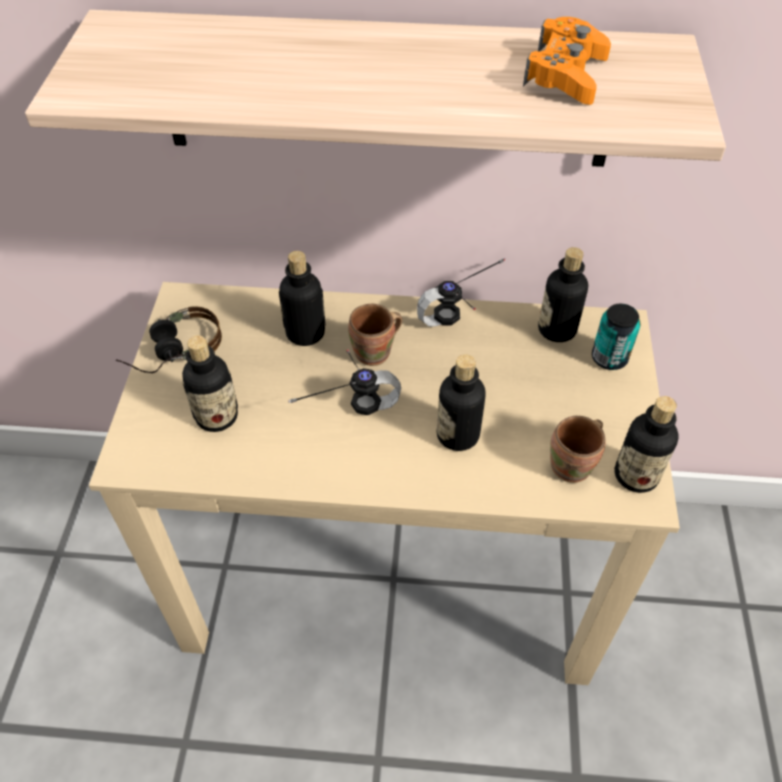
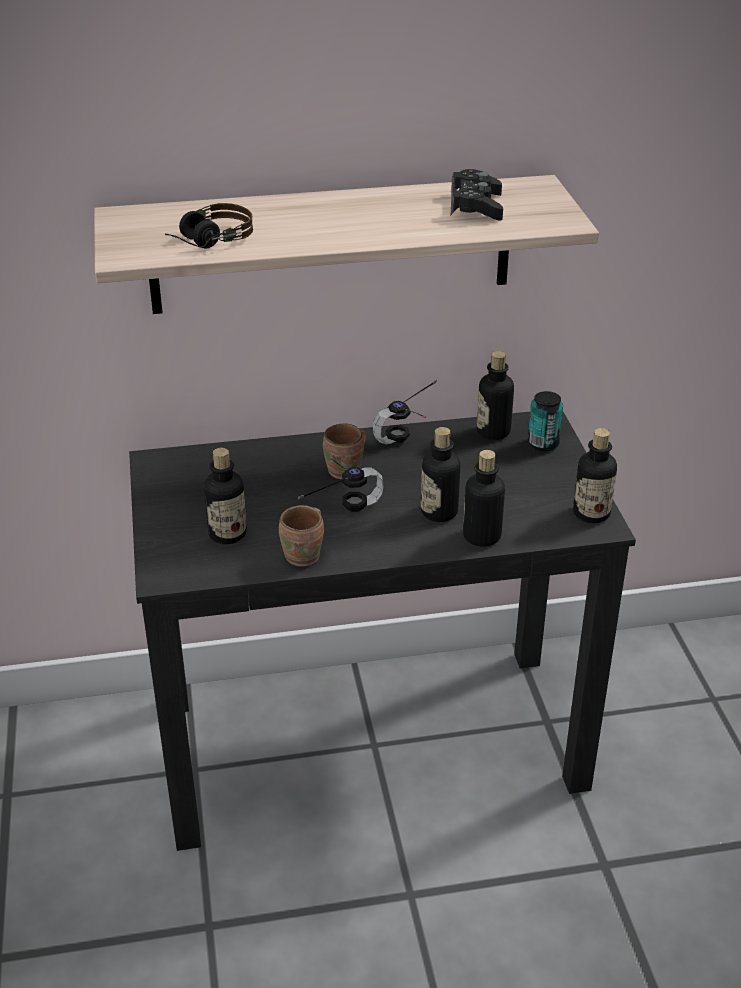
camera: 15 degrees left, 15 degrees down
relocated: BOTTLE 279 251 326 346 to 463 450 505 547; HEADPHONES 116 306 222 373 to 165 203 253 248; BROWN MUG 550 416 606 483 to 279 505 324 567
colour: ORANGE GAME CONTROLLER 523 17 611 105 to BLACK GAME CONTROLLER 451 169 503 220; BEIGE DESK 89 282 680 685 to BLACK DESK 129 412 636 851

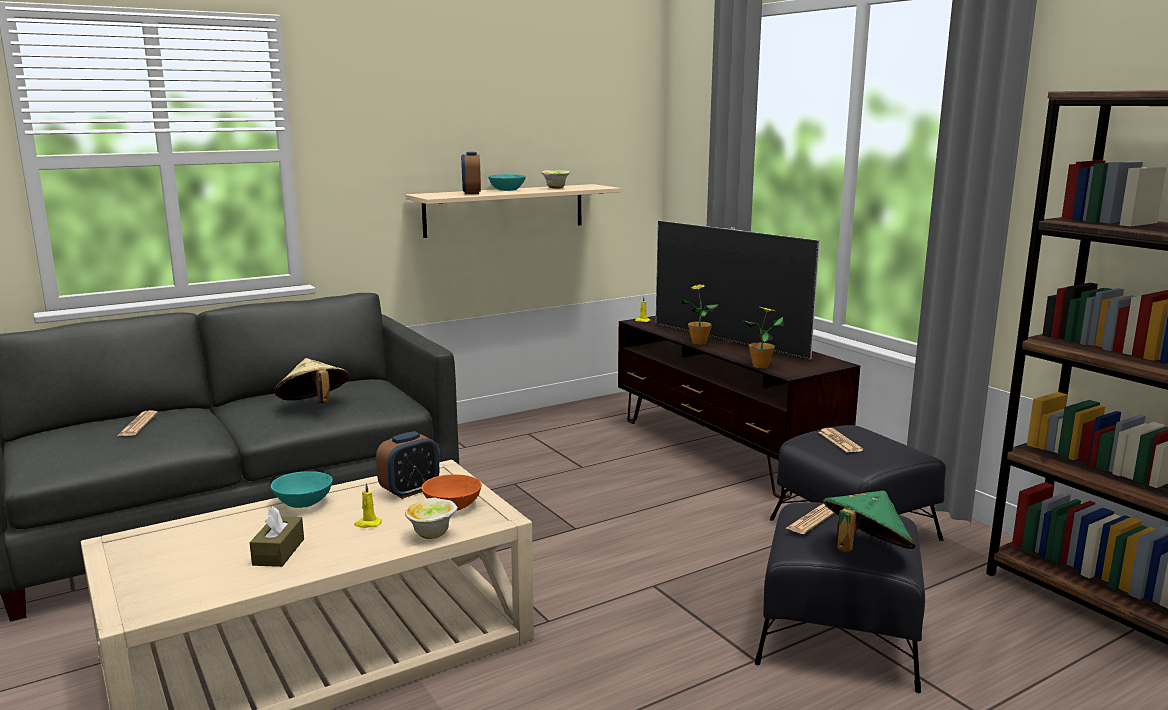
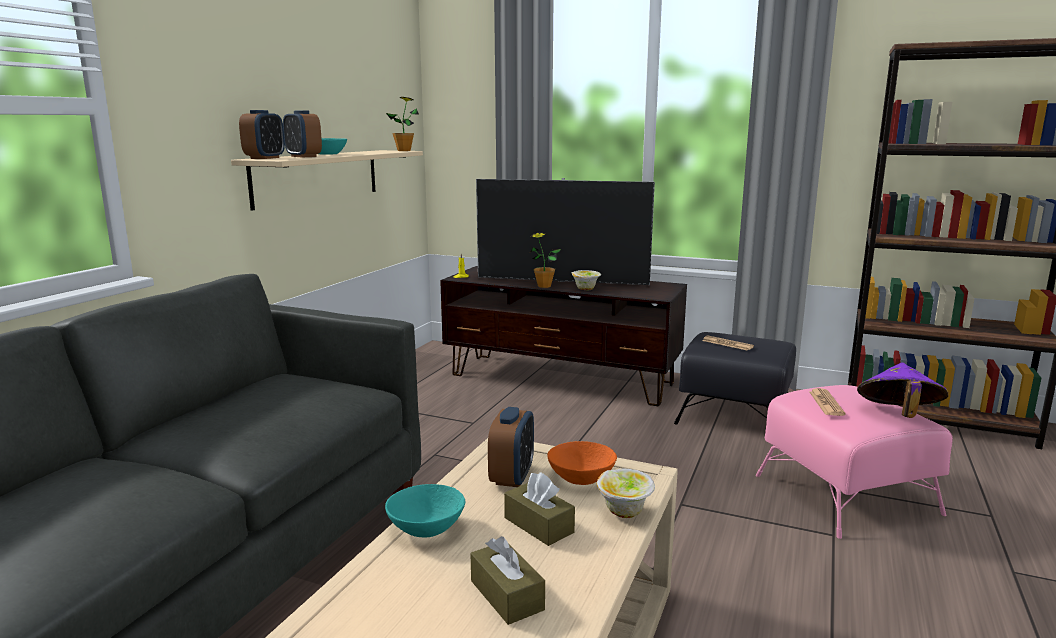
camera: 35 degrees left, 0 degrees up
missing: BEIGE HAT 274 358 349 403; NEWSPAPER 117 410 158 436
appeared: ALARM CLOCK 239 110 285 159
relocated: BOWL 542 170 570 189 to 572 270 601 291; POTTED PLANT 745 307 784 368 to 386 97 419 151
exchanged: YELLOW CANDLE 354 483 382 528 to BROWN TISSUE BOX 504 472 575 546
colour: GREEN HAT 823 491 916 552 to PURPLE HAT 857 363 949 418; BLACK OTTOMAN 755 502 925 693 to PINK OTTOMAN 755 385 953 539

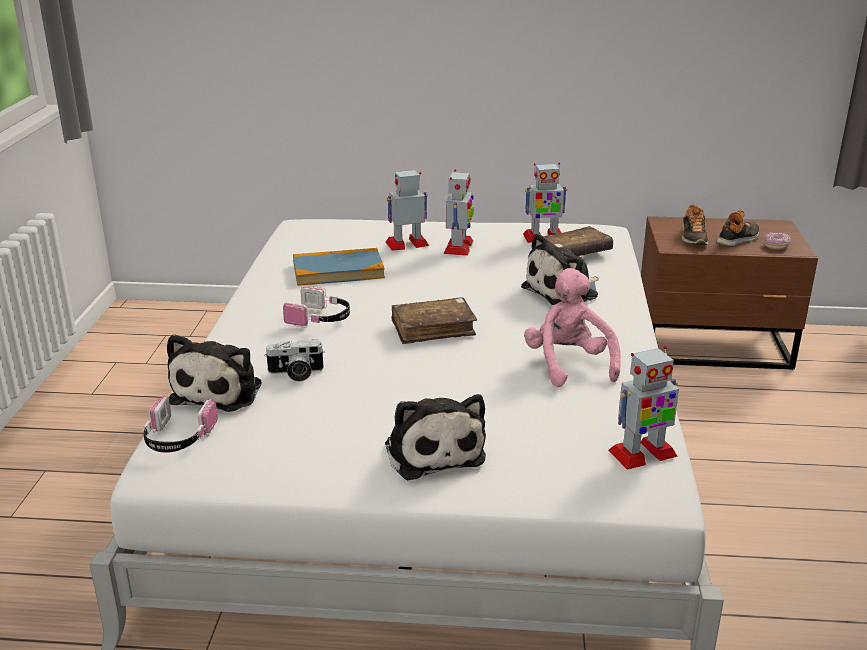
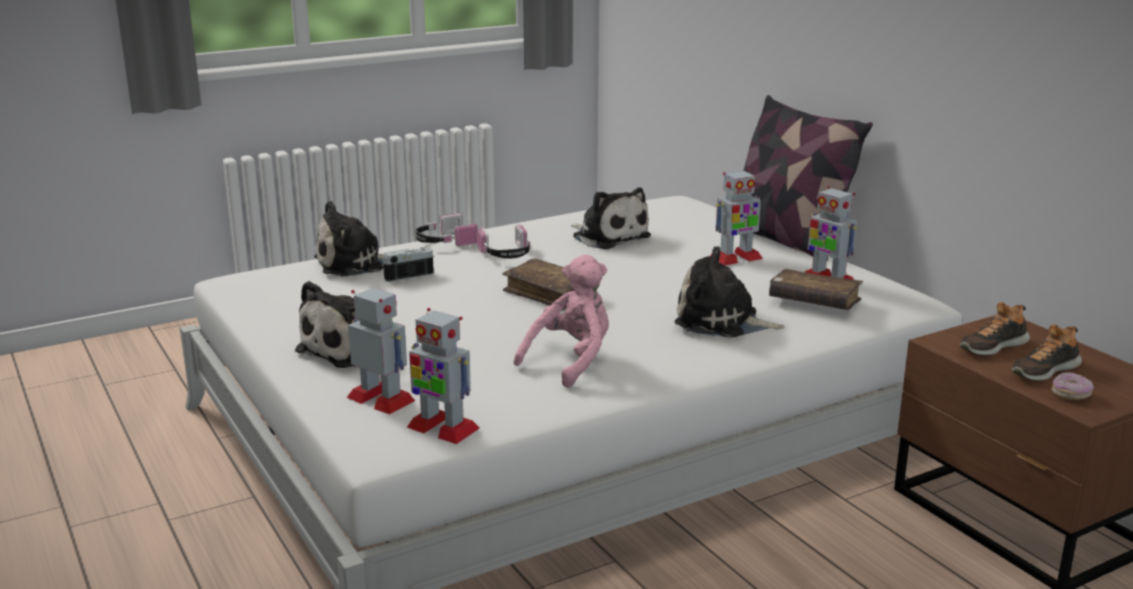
camera: 55 degrees right, 5 degrees down
appeared: PILLOW 743 95 873 261
relocated: TOY ROBOT 386 170 429 251 to 347 288 415 414; HEADPHONES 142 396 218 453 to 416 213 478 248
exchanged: BOOK 293 248 385 286 to PLUSH TOY 571 187 651 249
spun: SHOE 716 210 759 247 = 1012 324 1082 381 135 degrees clockwise; PHOTO CAMERA 264 339 325 381 = 382 247 435 282 105 degrees clockwise

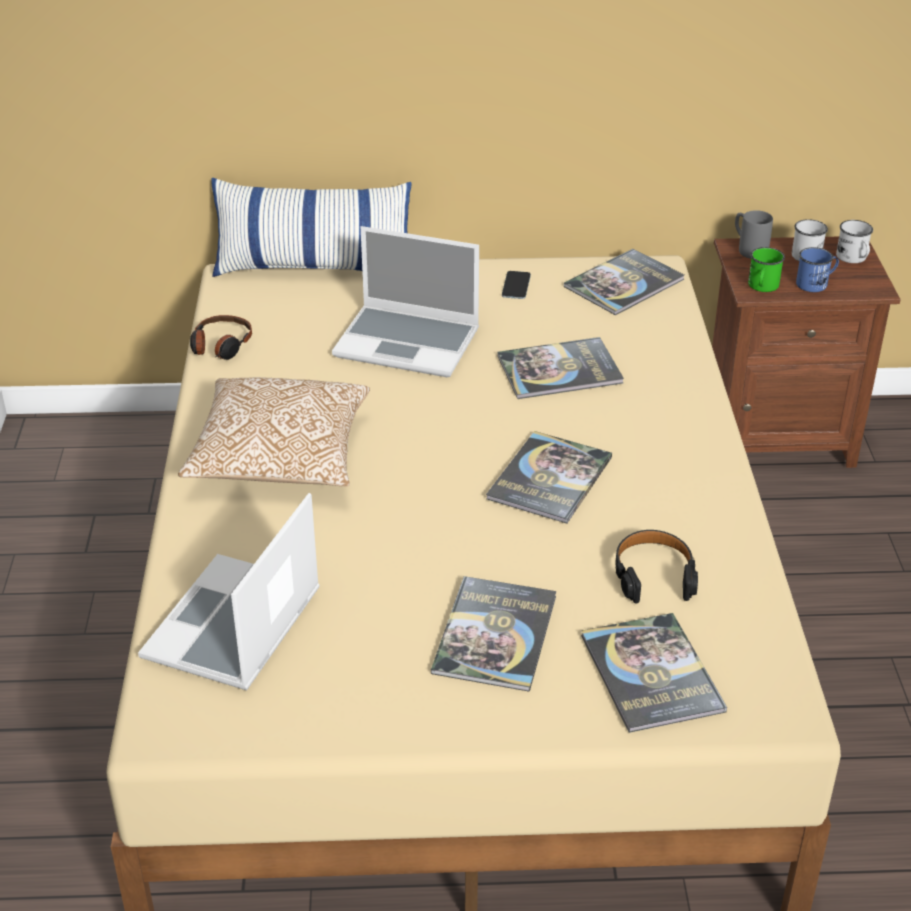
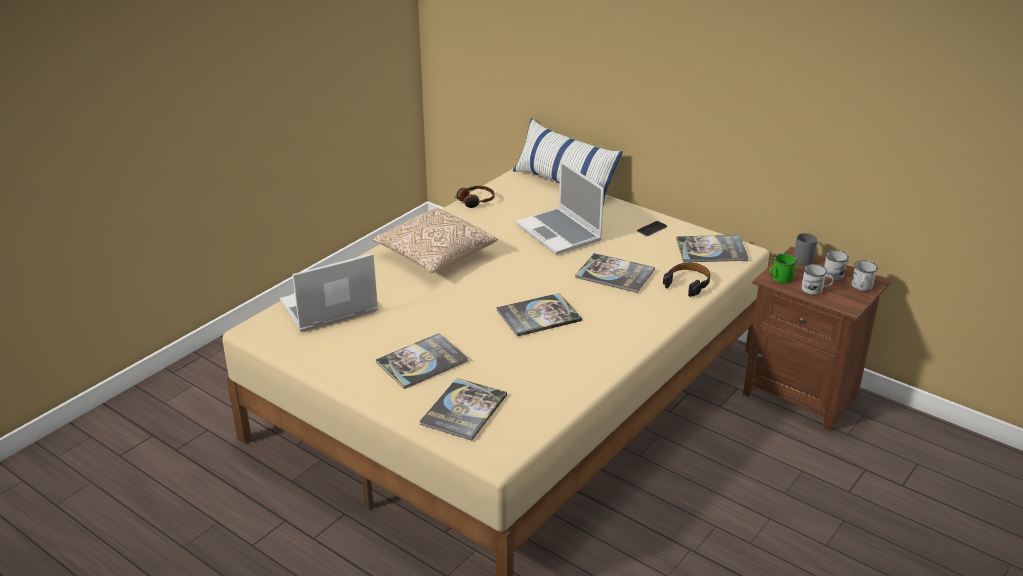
camera: 40 degrees right, 5 degrees down
relocated: BLACK HEADPHONES 615 530 698 603 to 663 263 710 297
colour: BLUE MUG 796 247 839 292 to WHITE MUG 801 264 834 295

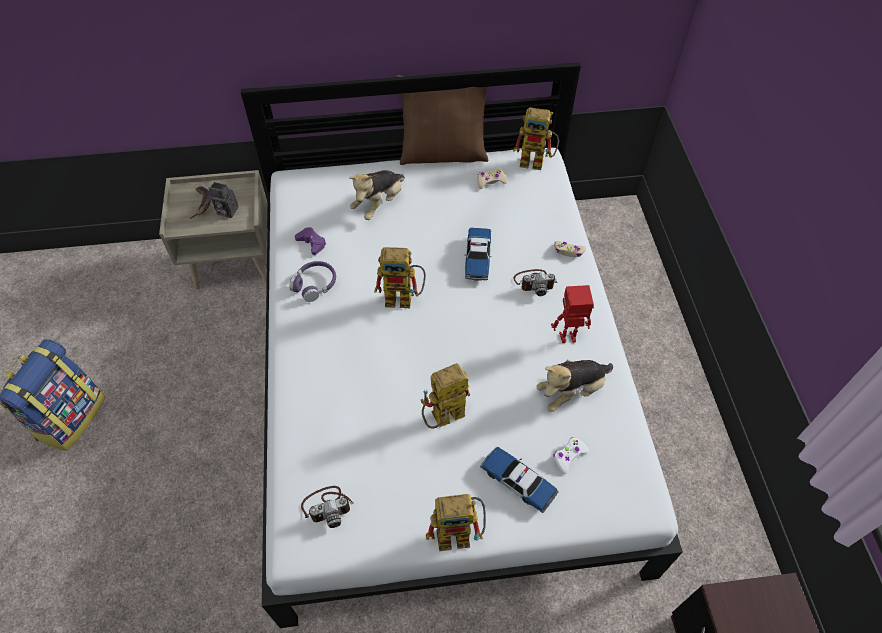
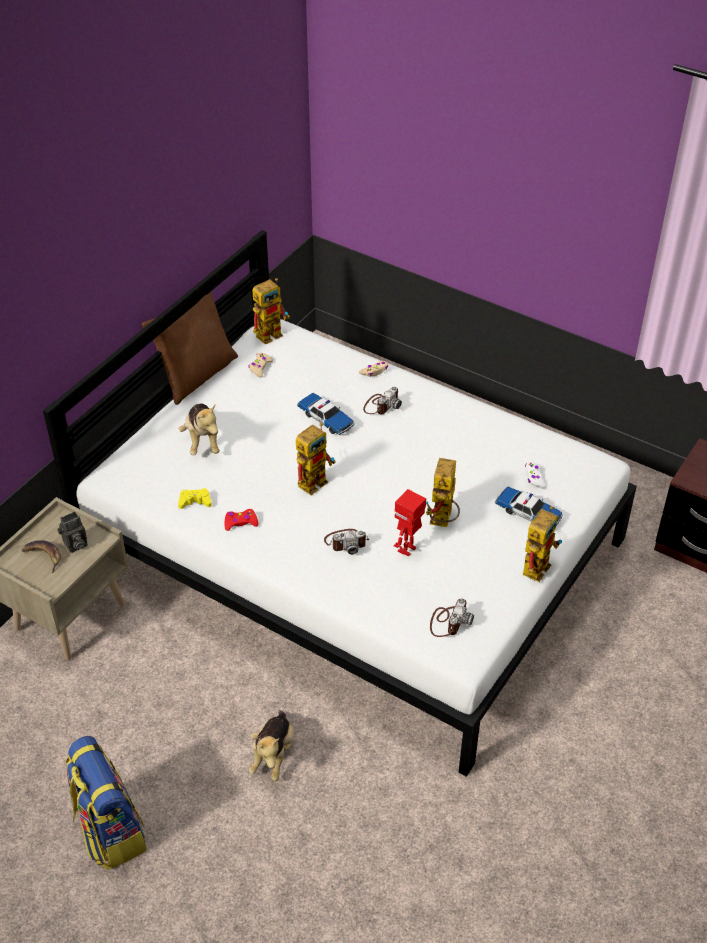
camera: 50 degrees left, 10 degrees down
appeared: PHOTO CAMERA 324 529 369 555
relocated: TOY ROBOT 551 285 594 343 to 394 489 426 556; PLUSH TOY 537 360 613 412 to 249 710 294 781
exchanged: PURPLE HEADPHONES 289 261 336 302 to RED GAME CONTROLLER 225 509 258 531
colour: PURPLE GAME CONTROLLER 295 227 326 255 to YELLOW GAME CONTROLLER 178 488 212 509
spun: TOY CAR 480 447 559 513 = 495 486 563 525 135 degrees counterclockwise

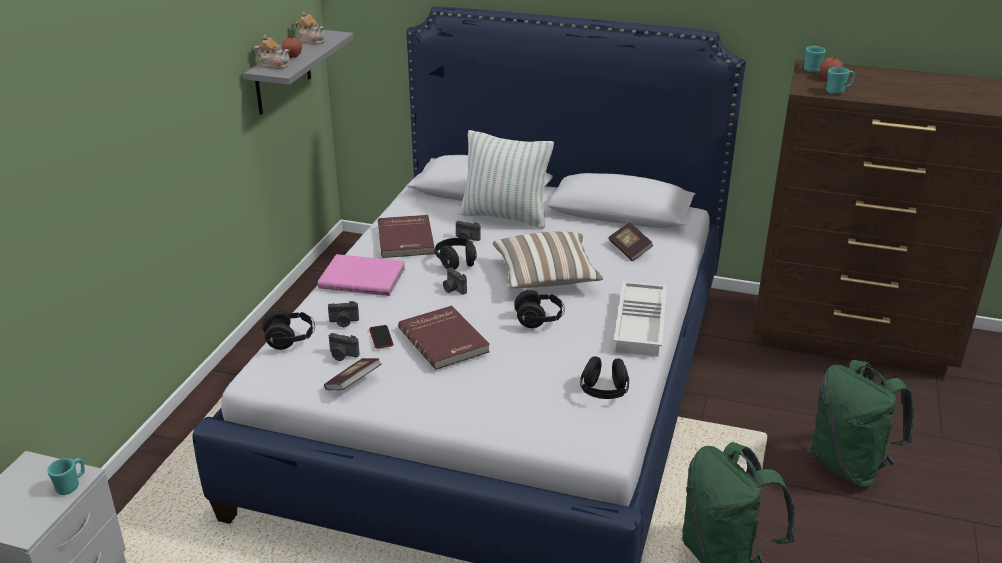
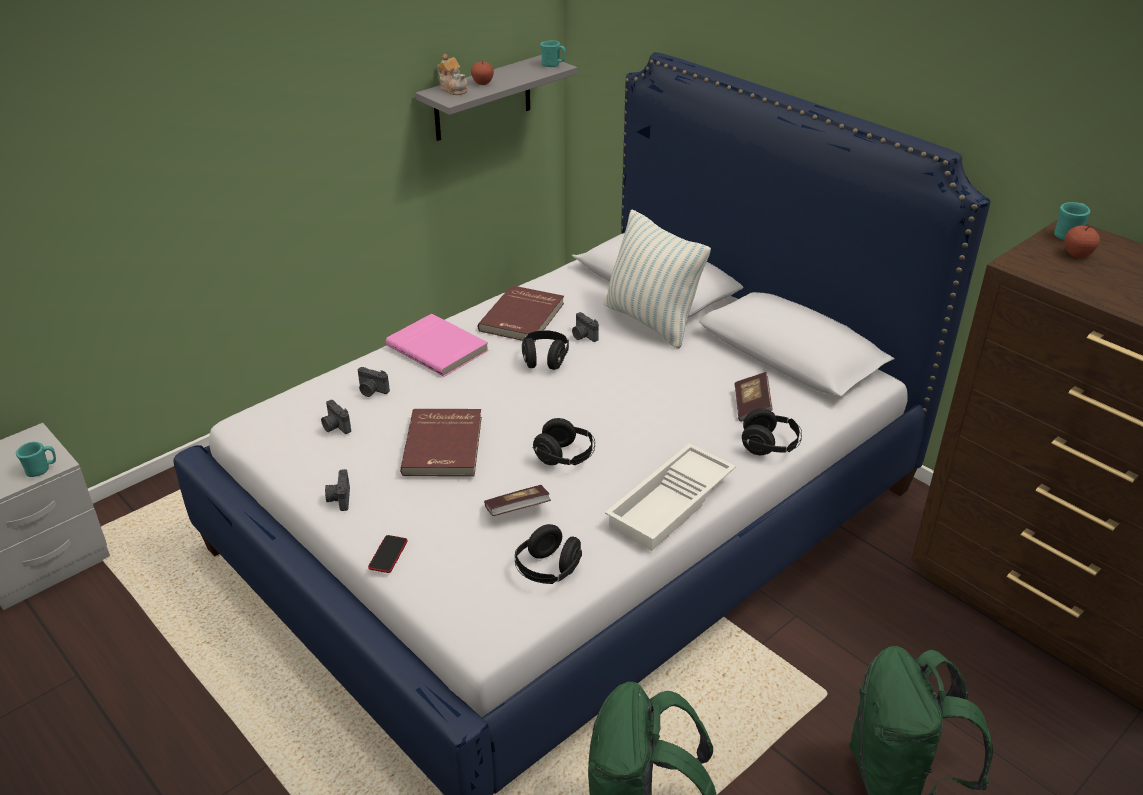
camera: 30 degrees right, 5 degrees up
missing: TEAPOT 295 11 325 44; PILLOW 493 231 603 288
relocated: TURQUOISE MUG 826 67 855 94 to 540 40 566 67; PHOTO CAMERA 443 268 467 295 to 325 469 350 511; BLACK HEADPHONES 262 310 315 350 to 742 408 802 455; PHONE 369 325 393 349 to 368 535 408 573; BOOK 324 358 382 390 to 484 485 551 516

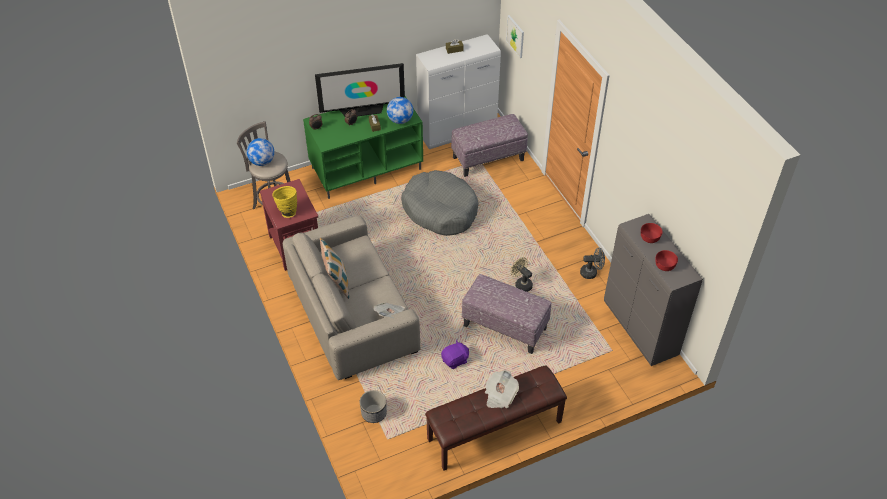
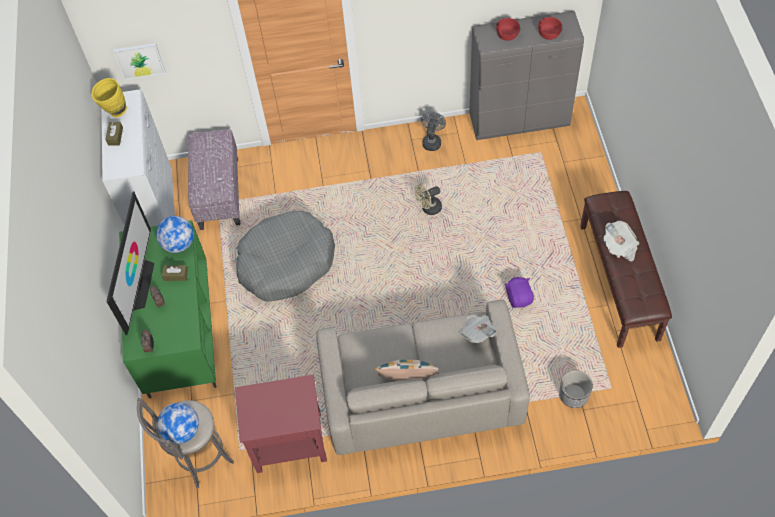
camera: 70 degrees left, 10 degrees up
missing: OTTOMAN 462 274 551 354
relocated: YELLOW VASE 272 186 297 218 to 91 78 127 117

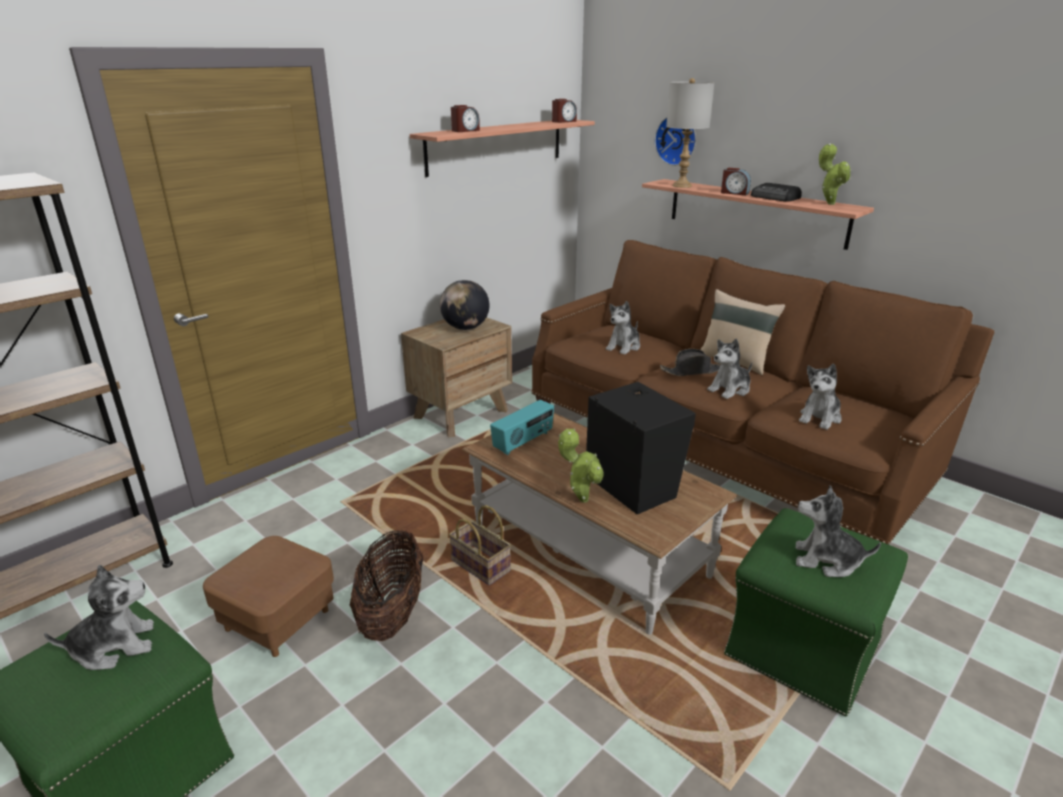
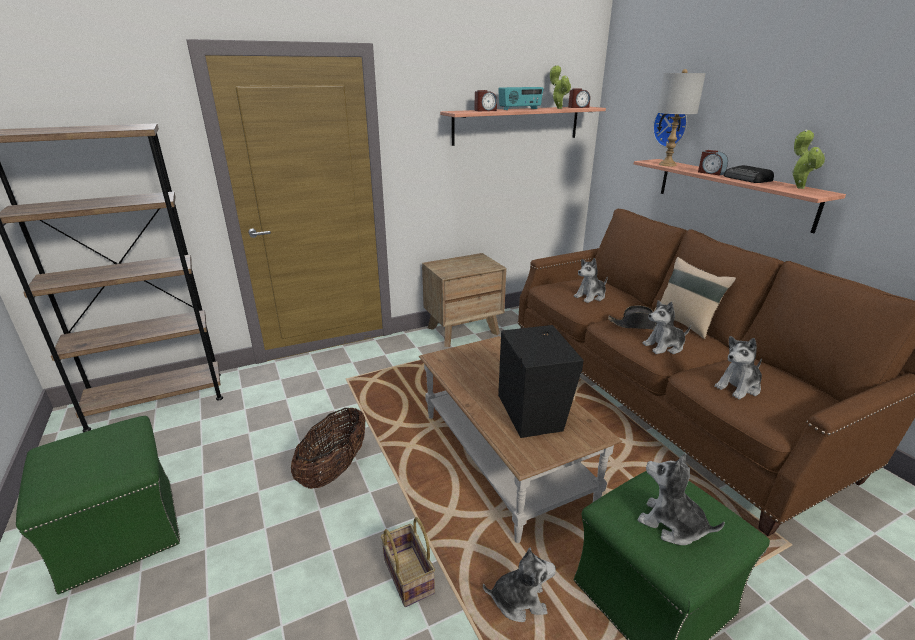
camera: 20 degrees right, 0 degrees up
missing: GLOBE 440 280 490 330; BROWN OTTOMAN 203 536 334 657
relocated: RADIO 490 400 554 455 to 498 87 543 110; POTTED PLANT 558 428 604 503 to 550 65 571 109; BASKET 449 505 511 585 to 381 517 435 607; PLUSH TOY 44 565 154 670 to 483 547 556 622

